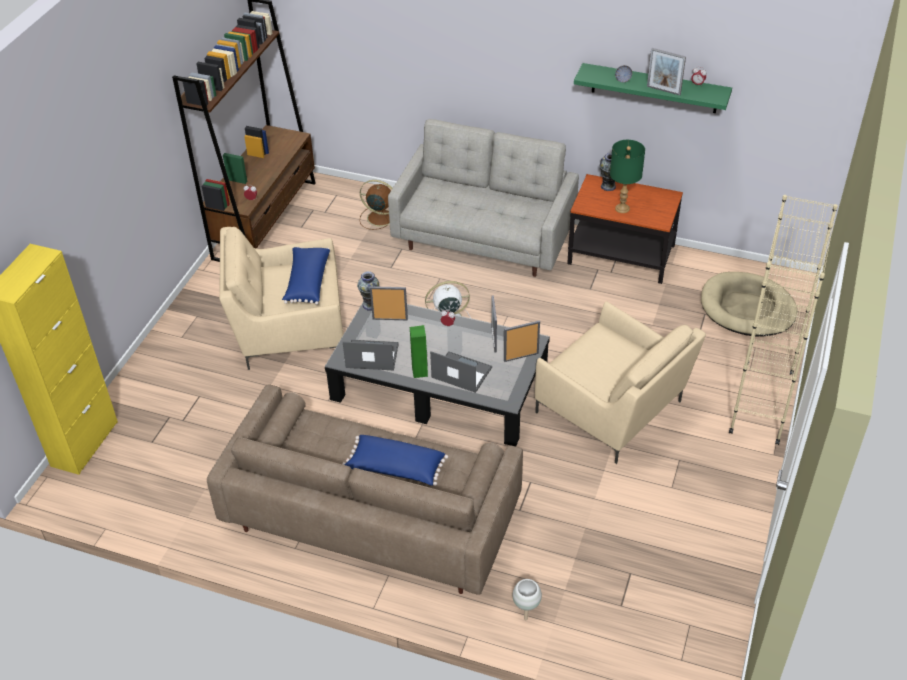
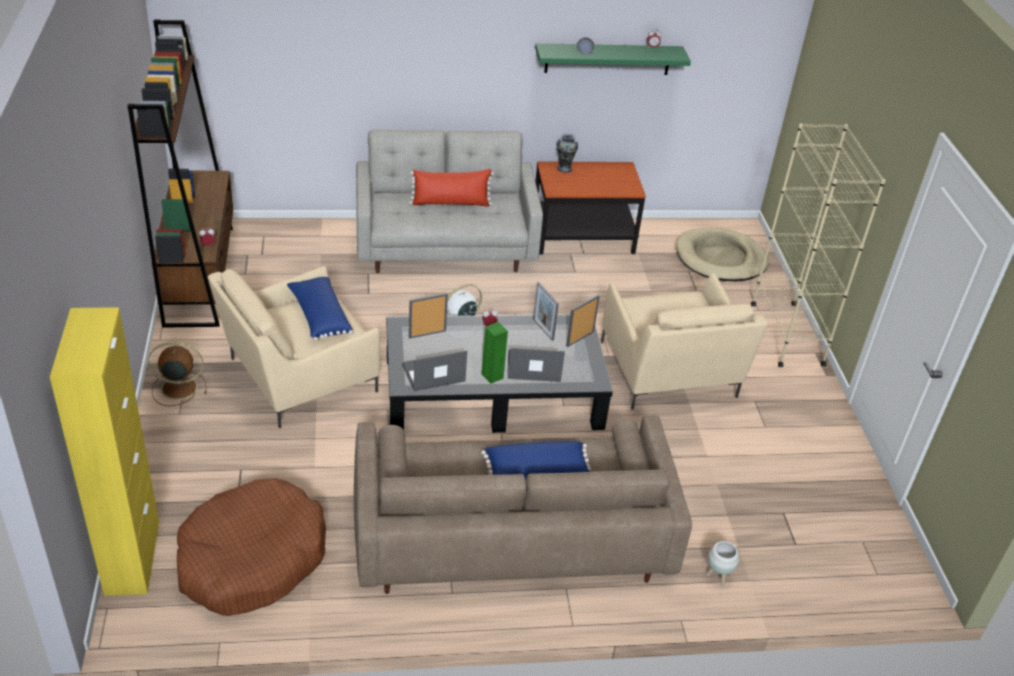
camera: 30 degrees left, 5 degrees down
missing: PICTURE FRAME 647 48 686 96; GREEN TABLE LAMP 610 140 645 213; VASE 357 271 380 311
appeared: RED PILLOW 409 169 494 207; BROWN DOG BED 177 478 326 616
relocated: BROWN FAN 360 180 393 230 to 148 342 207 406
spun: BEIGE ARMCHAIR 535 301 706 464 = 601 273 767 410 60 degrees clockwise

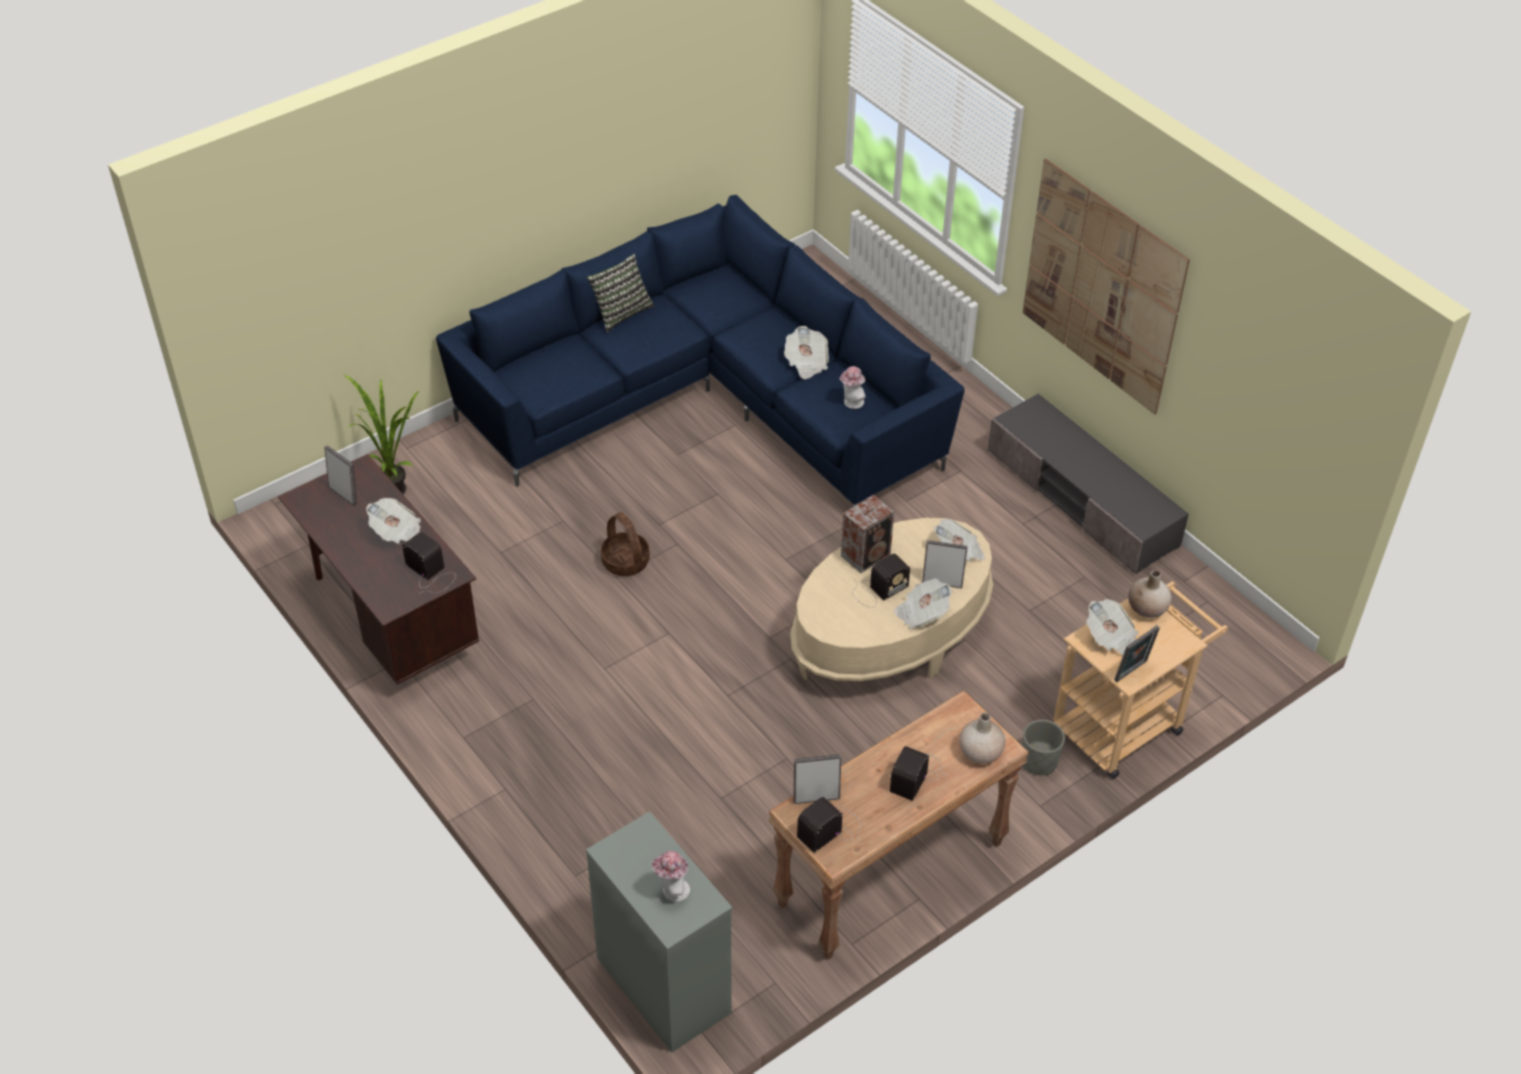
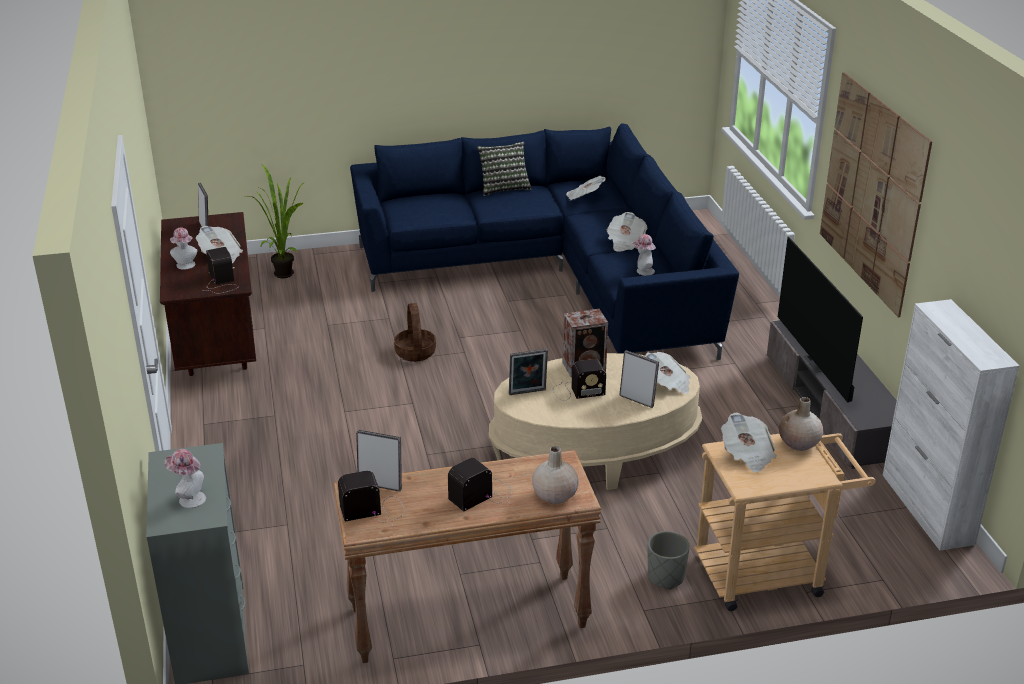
camera: 25 degrees right, 15 degrees down
appeared: HAT 170 228 198 270; TELEVISION 778 237 863 403; WHITE CABINET 883 299 1019 551
relocated: NEWSPAPER 894 579 952 629 to 566 176 605 201; PICTURE FRAME 1114 625 1160 682 to 509 349 548 395

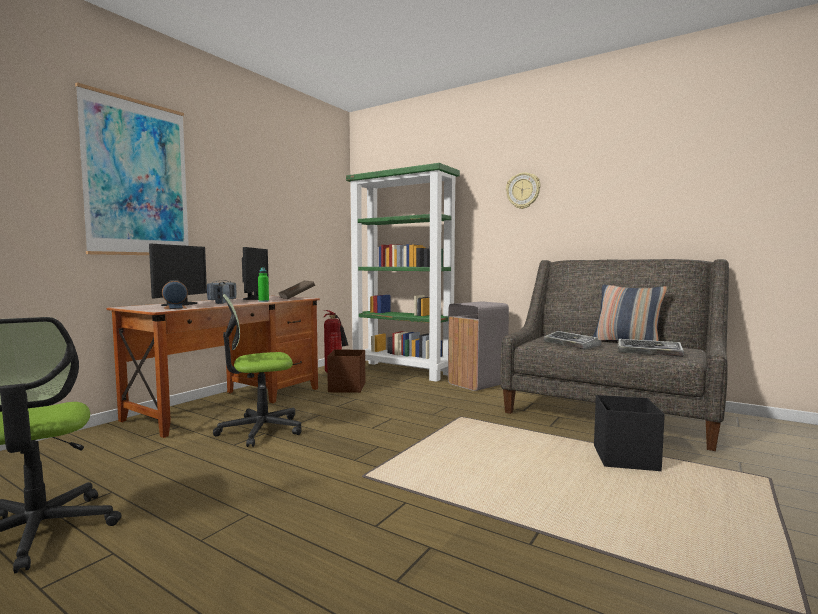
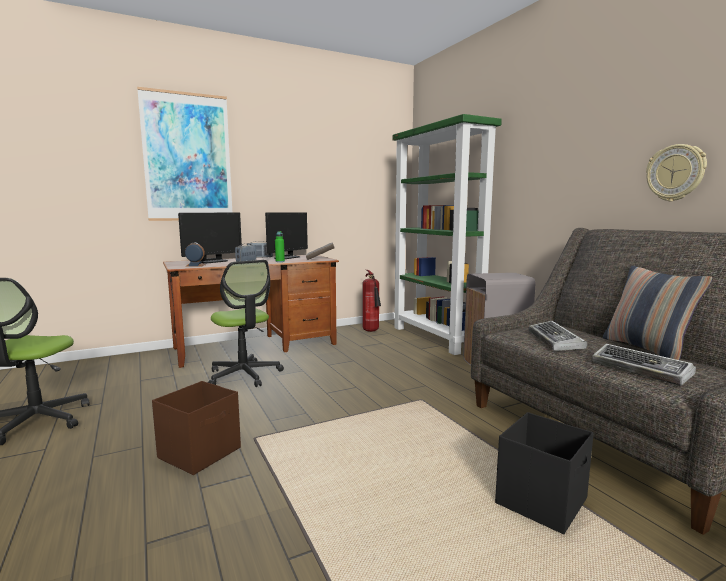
camera: 30 degrees right, 5 degrees up
relocated: WALL CLOCK 506 172 541 209 to 646 144 707 202; BROWN STORAGE BOX 327 350 366 393 to 152 381 241 475
spun: OFFICE CHAIR 213 294 301 447 = 208 260 284 387 135 degrees counterclockwise

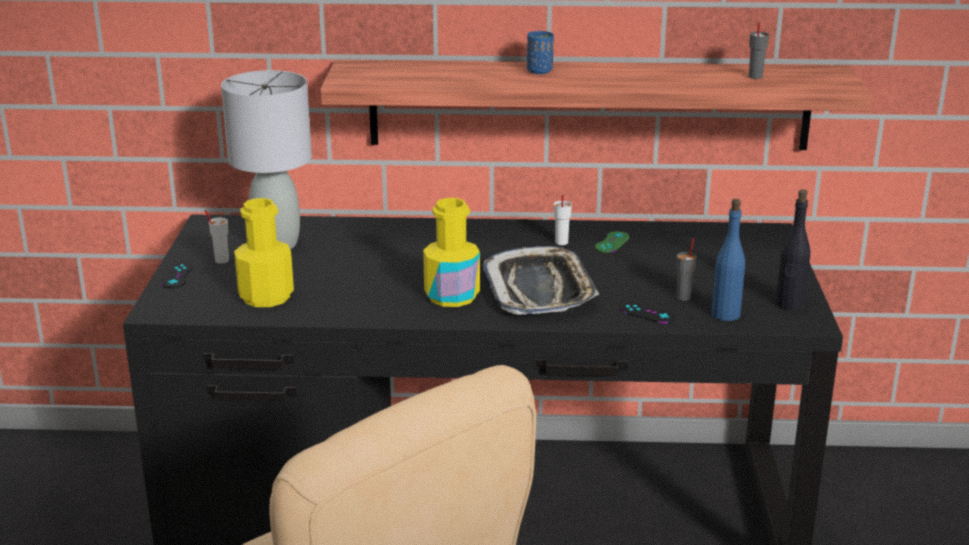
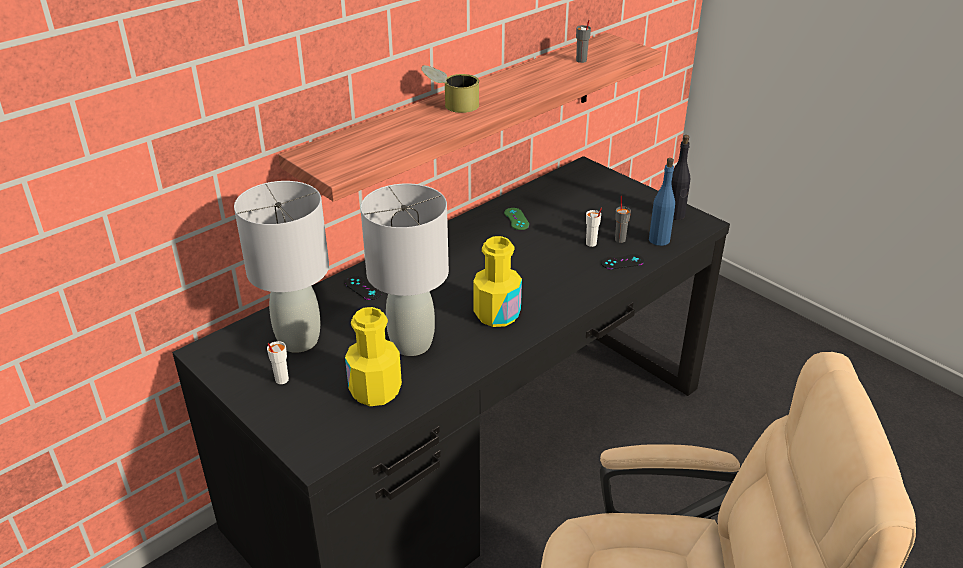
camera: 45 degrees left, 10 degrees up
missing: TRAY 484 246 599 315
appeared: GREY TABLE LAMP 360 183 449 356
relocated: WHITE CUP 554 195 572 245 to 586 208 602 247; BLACK GAME CONTROLLER 161 263 193 288 to 345 276 382 300
exchanged: BLUE CUP 527 31 554 74 to CAN 421 65 479 113

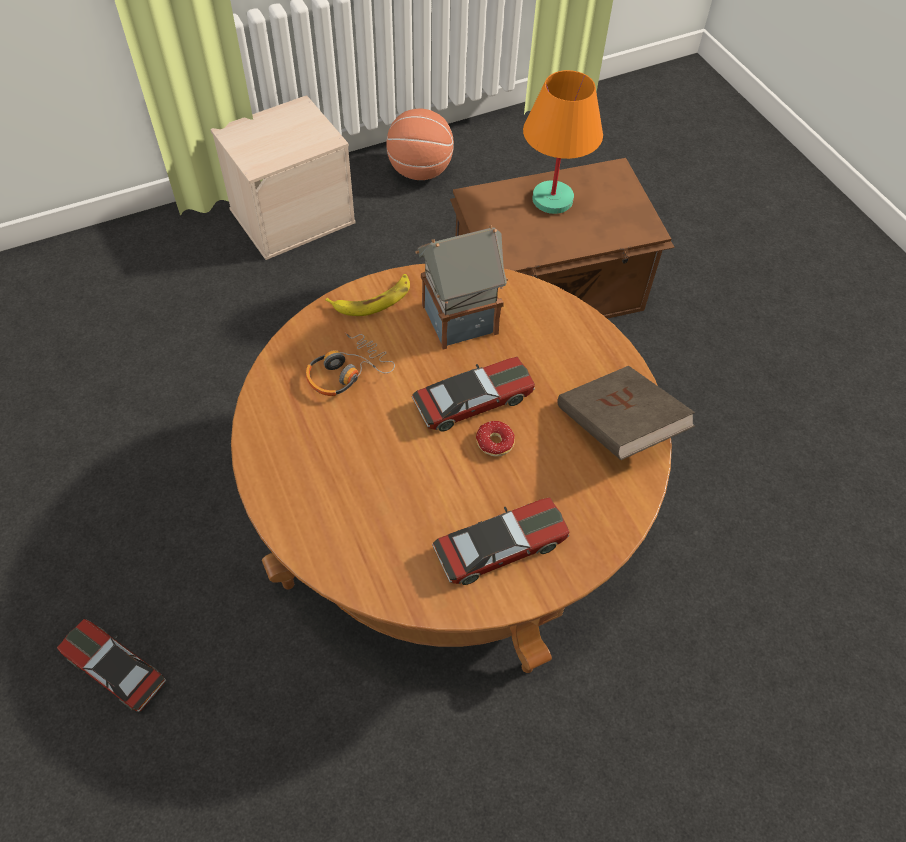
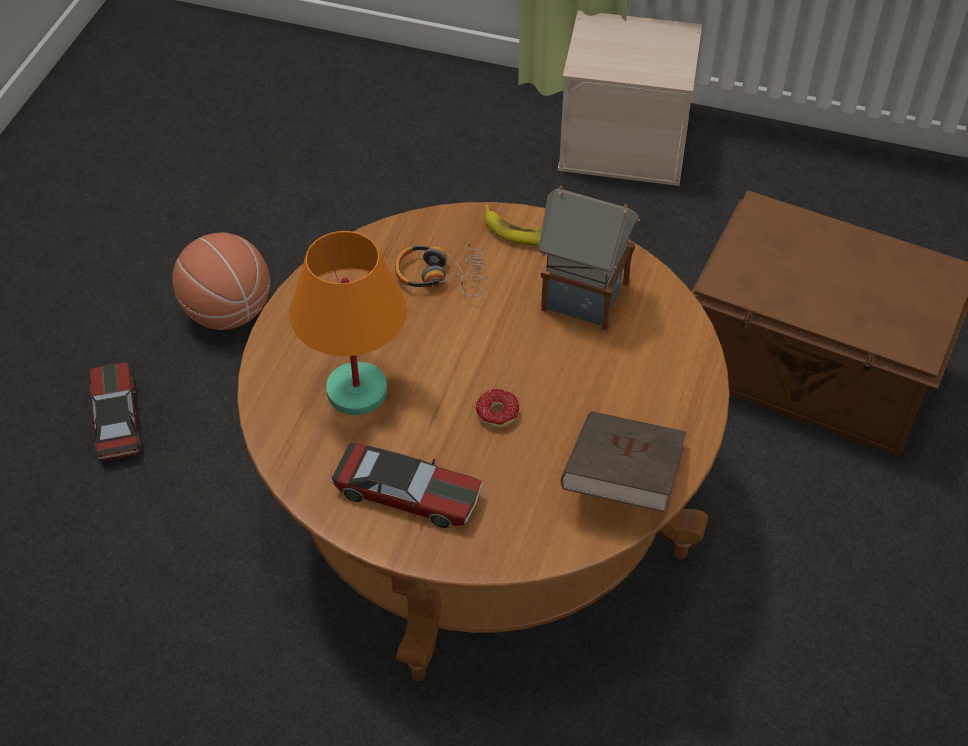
camera: 45 degrees right, 5 degrees down
missing: TOY CAR 412 357 535 432
relocated: ORANGE TABLE LAMP 523 70 603 214 to 289 231 407 415; BASKETBALL 386 109 454 180 to 172 232 270 330

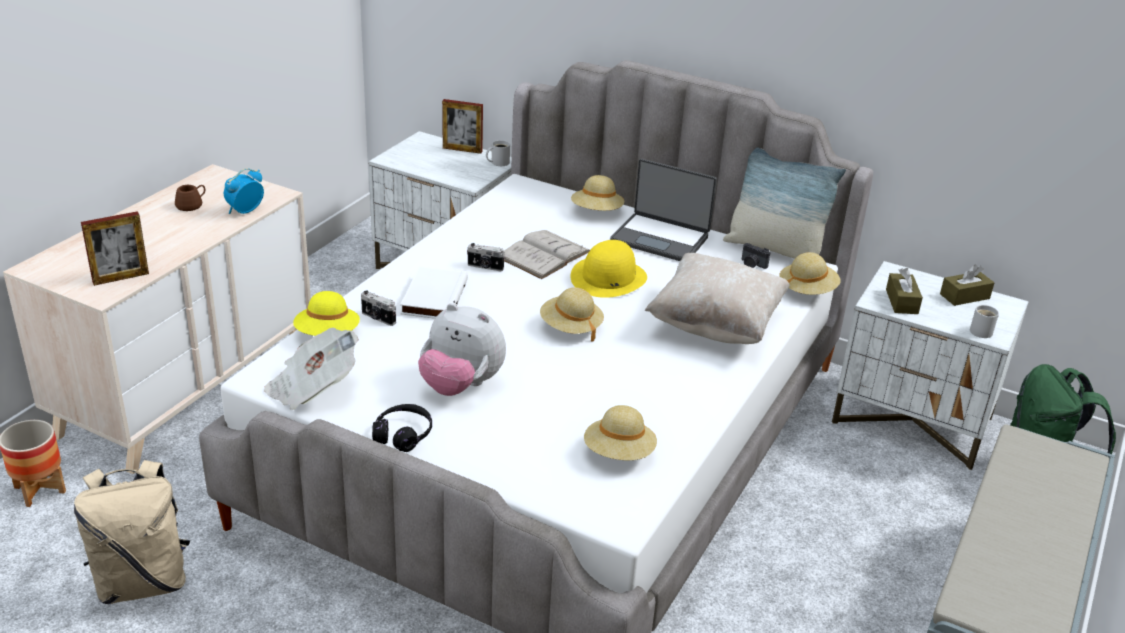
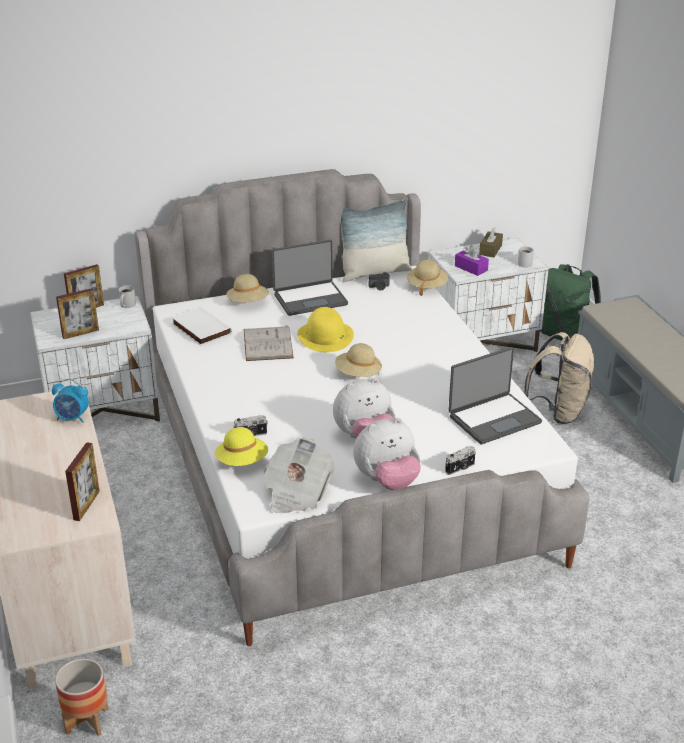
camera: 45 degrees left, 0 degrees up
missing: BROWN MUG 175 185 205 211; BEIGE PILLOW 644 253 790 344
appeared: PICTURE FRAME 56 288 99 339
relocated: PHOTO CAMERA 467 243 505 271 to 445 446 476 475; WHITE BOOK 400 266 468 319 to 171 306 232 346; BEIGE BACKPACK 74 460 190 605 to 523 332 596 424
exchanged: BLACK HEADPHONES 372 404 432 452 to PLUSH TOY 353 418 421 490; BEIGE HAT 584 405 657 460 to LAPTOP 448 347 542 444
colour: BROWN TISSUE BOX 886 268 923 314 to PURPLE TISSUE BOX 455 245 489 276
spun: ALARM CLOCK 224 168 264 214 = 52 379 89 423 75 degrees counterclockwise

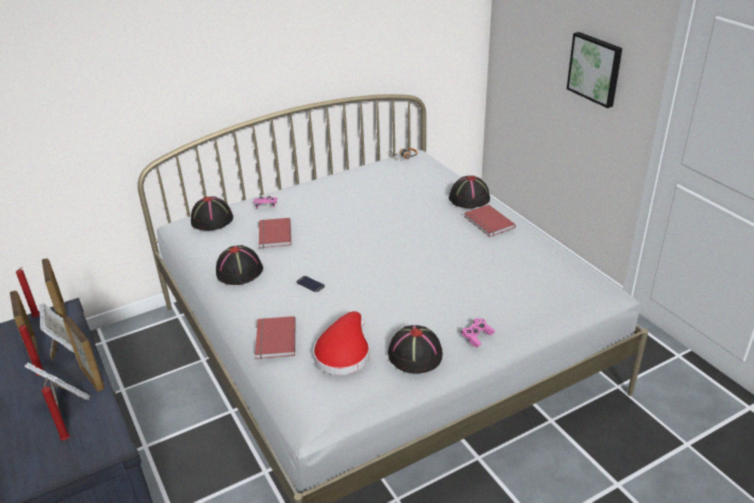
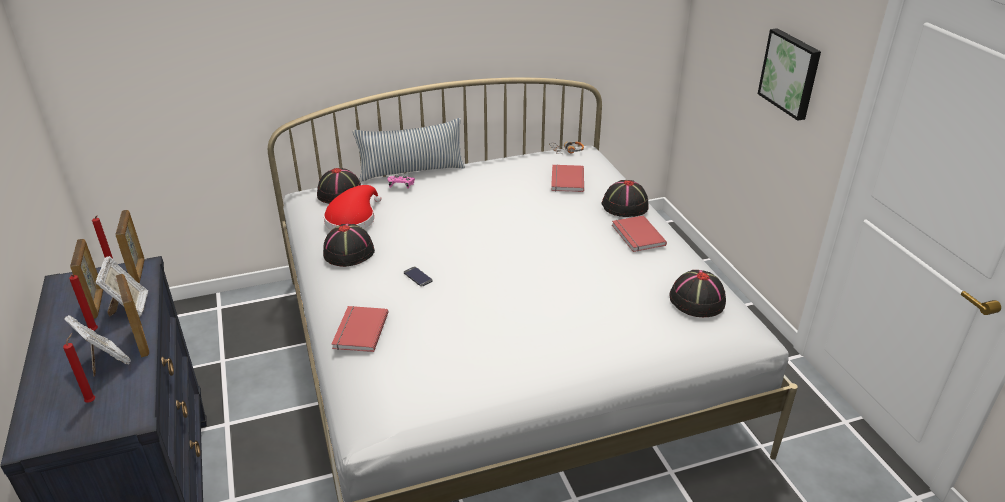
camera: 10 degrees right, 0 degrees up
missing: PINK GAME CONTROLLER 461 318 495 347
appeared: PILLOW 353 118 465 182
relocated: RED BOOK 259 218 291 248 to 551 164 584 192; RED HAT 313 311 370 375 to 324 185 381 230; BLACK HAT 388 325 443 374 to 669 270 726 317

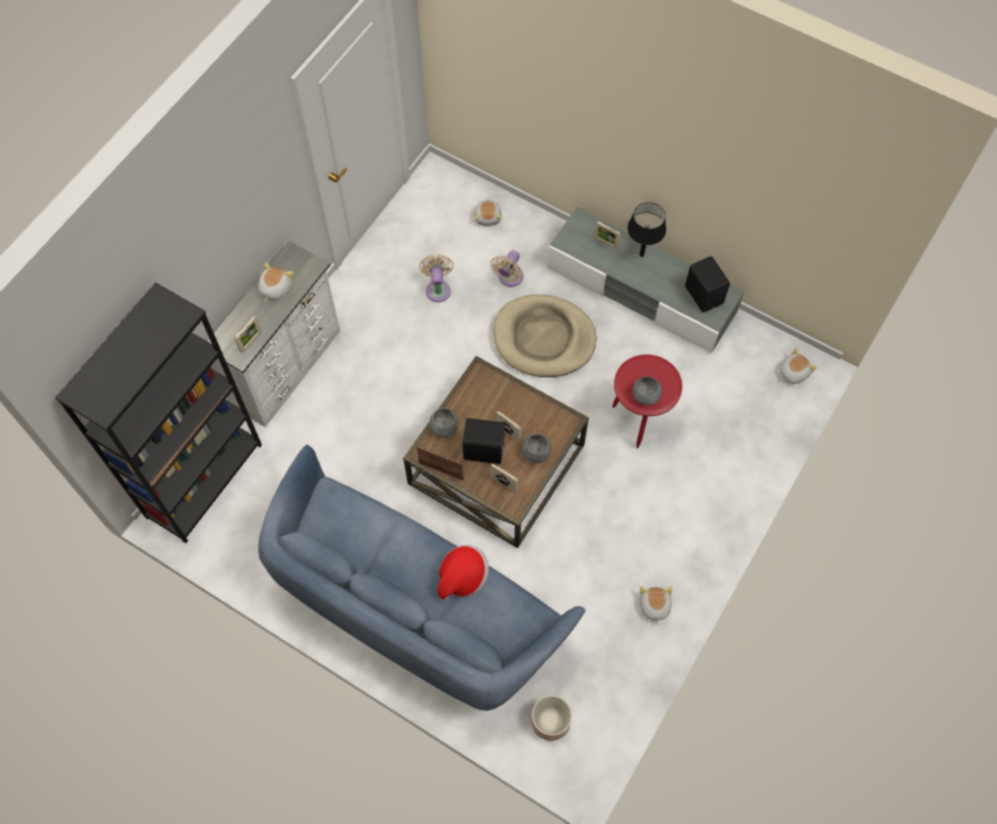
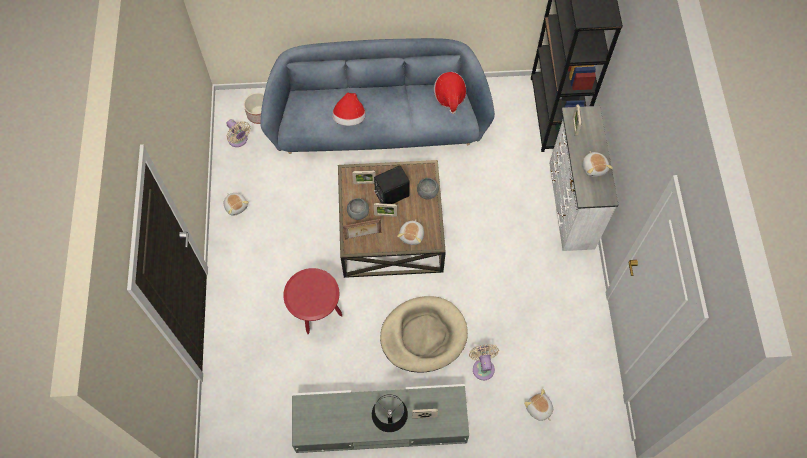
camera: 145 degrees right, 0 degrees up
missing: BLACK SPEAKER 685 256 730 312; GREY BOWL 633 376 662 405
appeared: HAT 434 72 466 114
relocated: BEIGE FAN 419 254 454 302 to 227 119 251 147; PLUSH TOY 779 348 817 384 to 397 219 424 245; PICTURE FRAME 417 446 464 480 to 343 219 381 240

